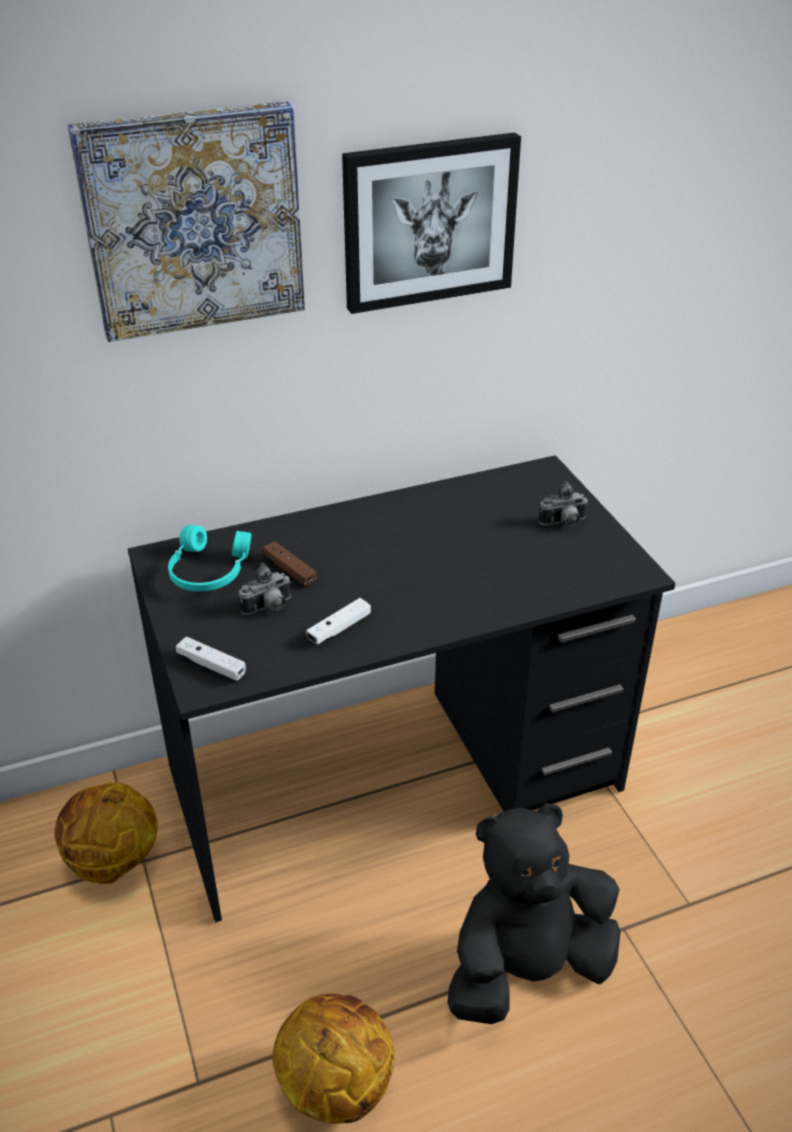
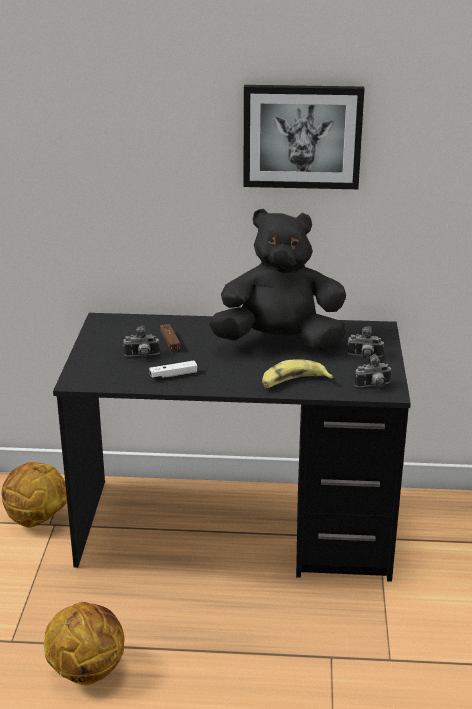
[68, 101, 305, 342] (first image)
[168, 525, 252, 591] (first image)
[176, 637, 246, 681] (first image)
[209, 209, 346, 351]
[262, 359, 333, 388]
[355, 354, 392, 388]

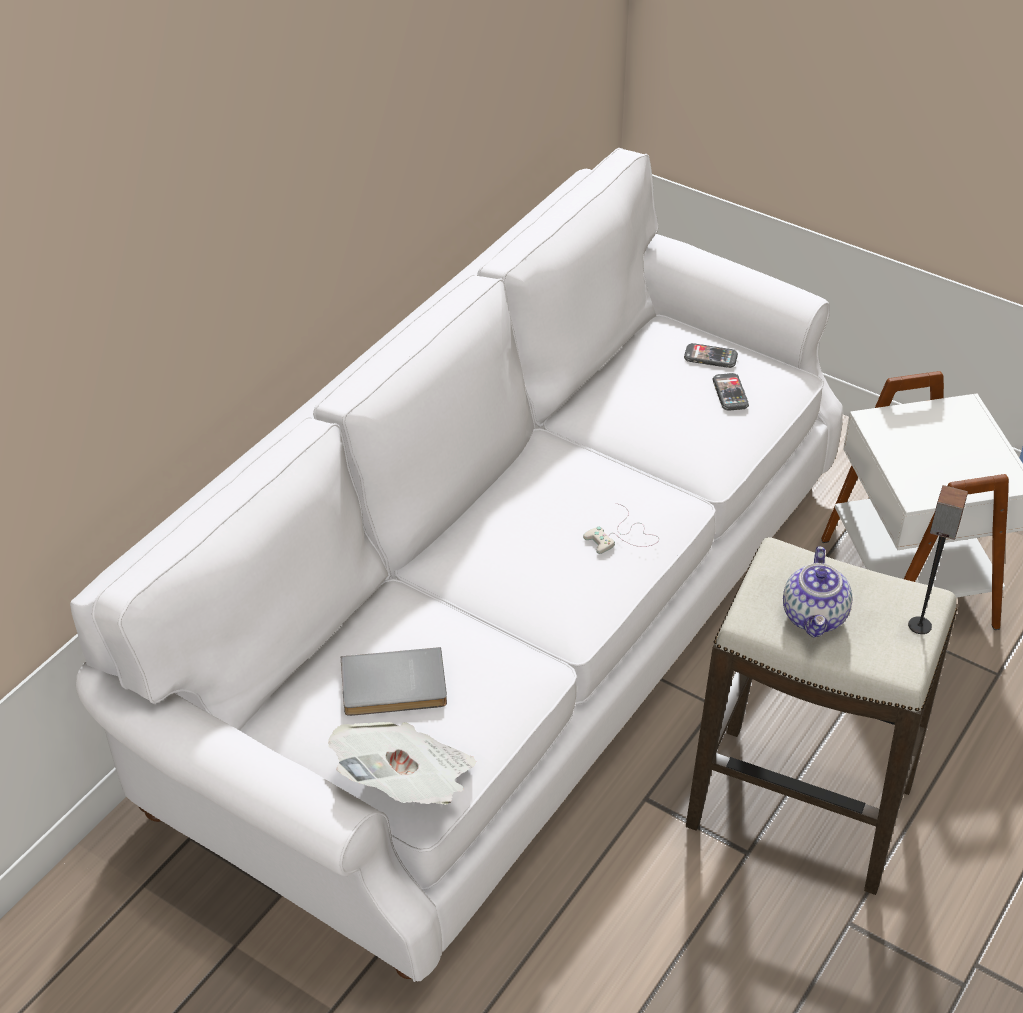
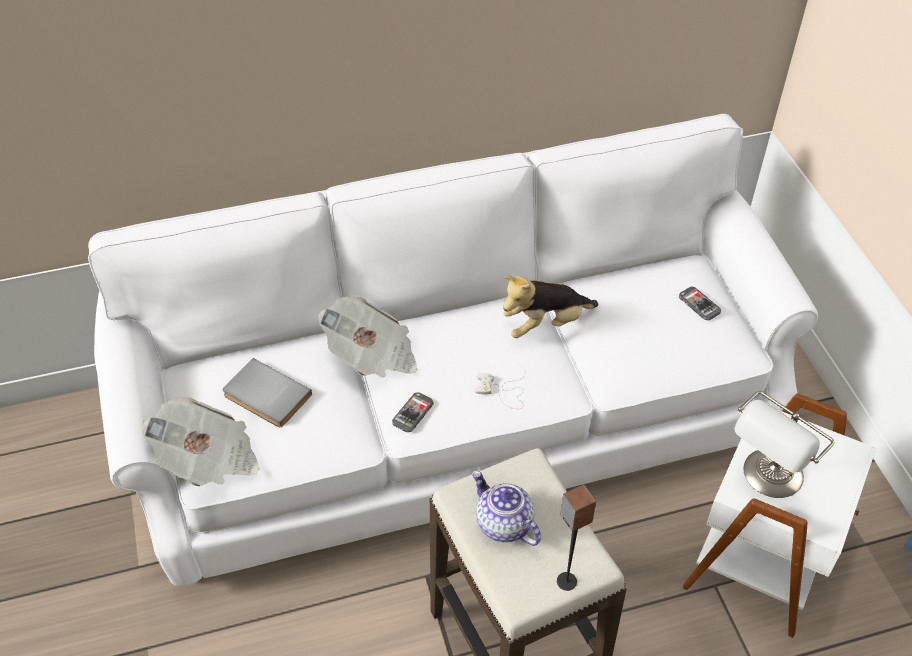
[392, 392, 434, 432]
[472, 471, 541, 546]
[318, 296, 418, 378]
[503, 275, 598, 338]
[735, 391, 834, 498]

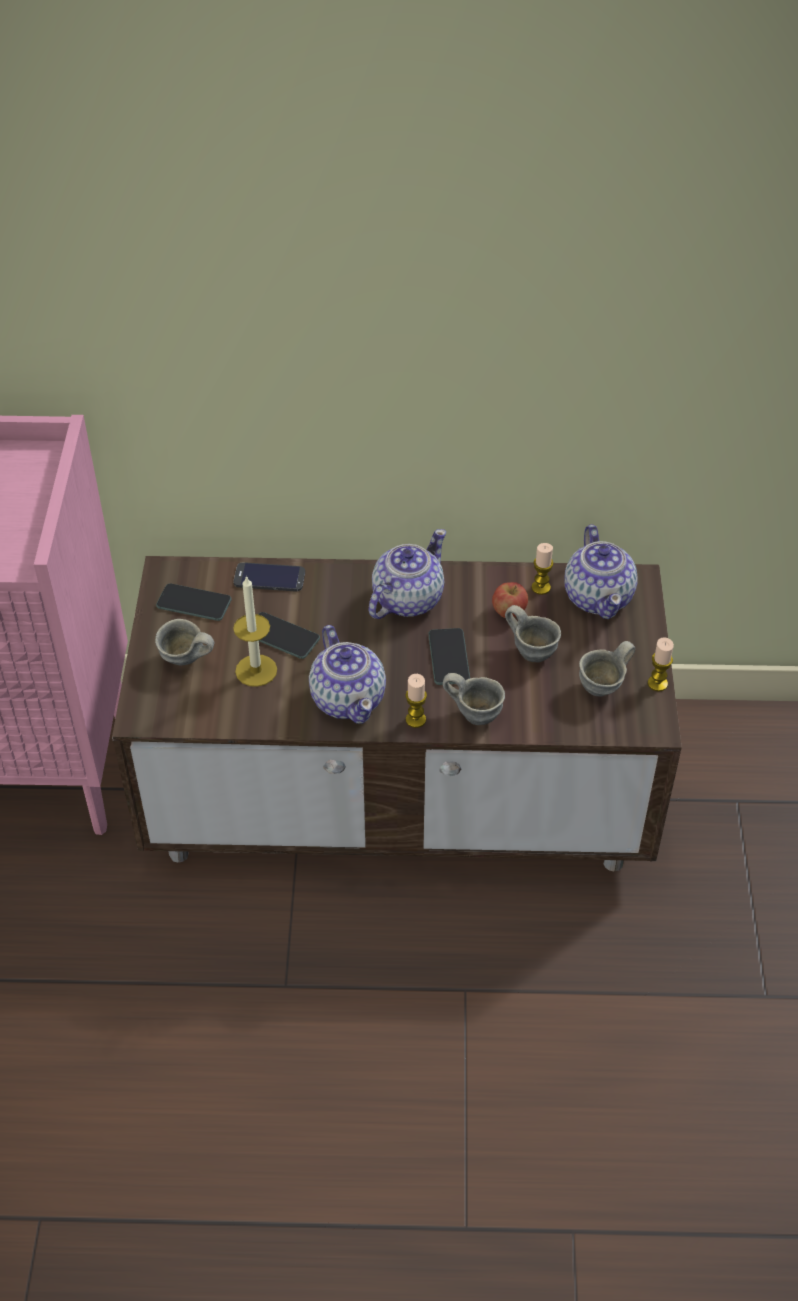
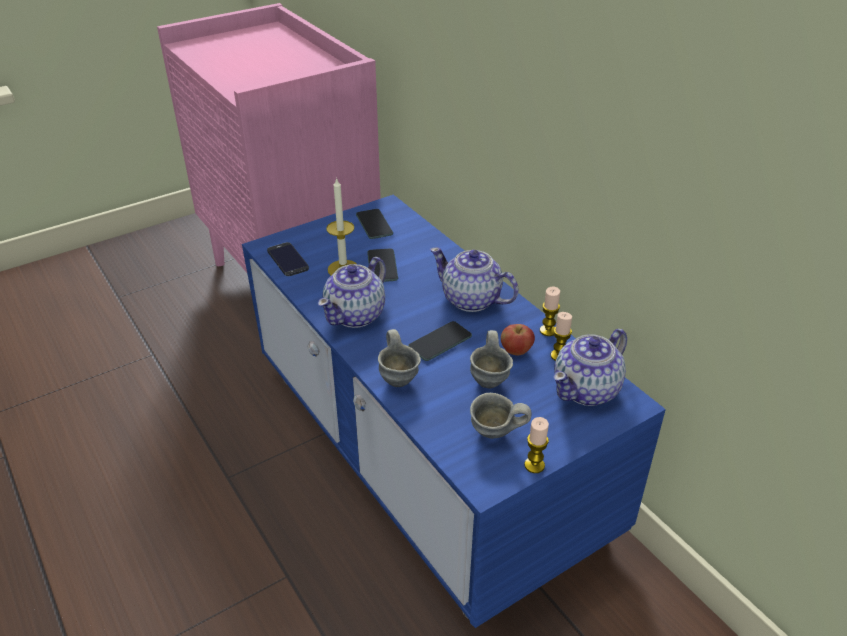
[242, 194, 666, 628]
[155, 619, 214, 665] (first image)
[267, 242, 309, 276]
[430, 247, 519, 312]
[540, 287, 560, 336]

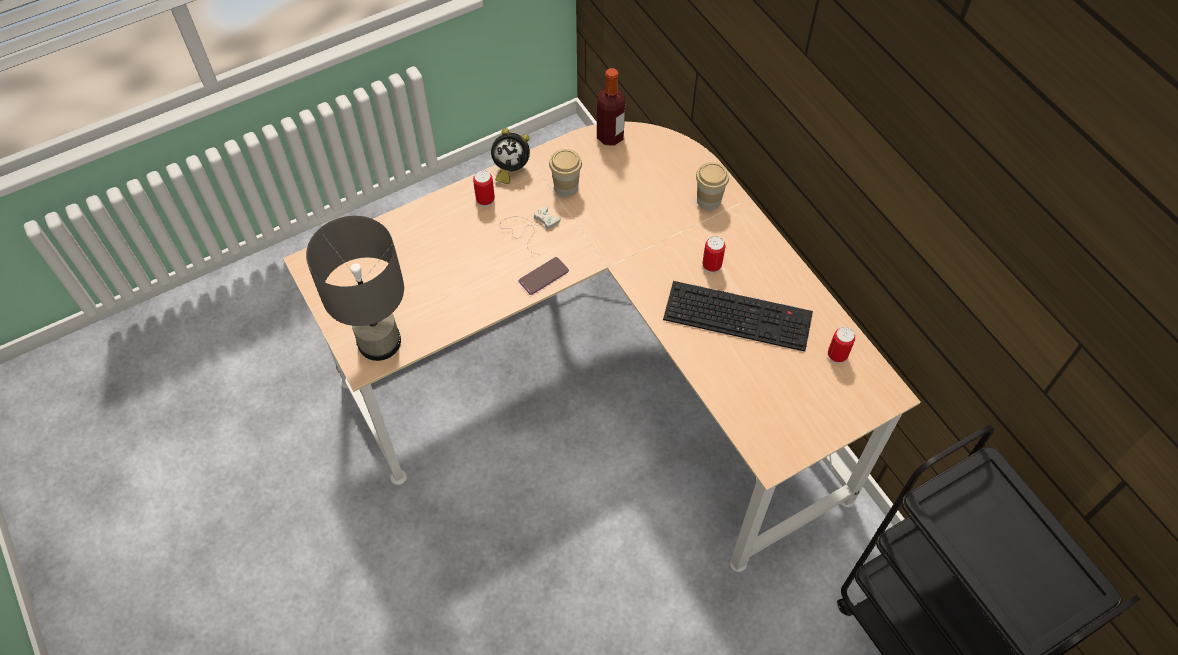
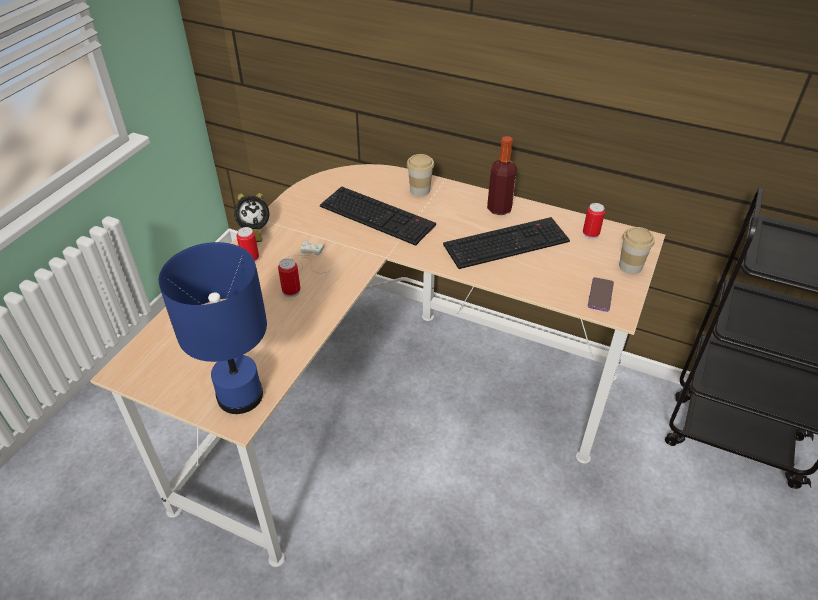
[159, 242, 267, 414]
[588, 277, 614, 312]
[619, 227, 655, 274]
[487, 136, 517, 215]
[278, 258, 301, 297]
[320, 186, 436, 246]

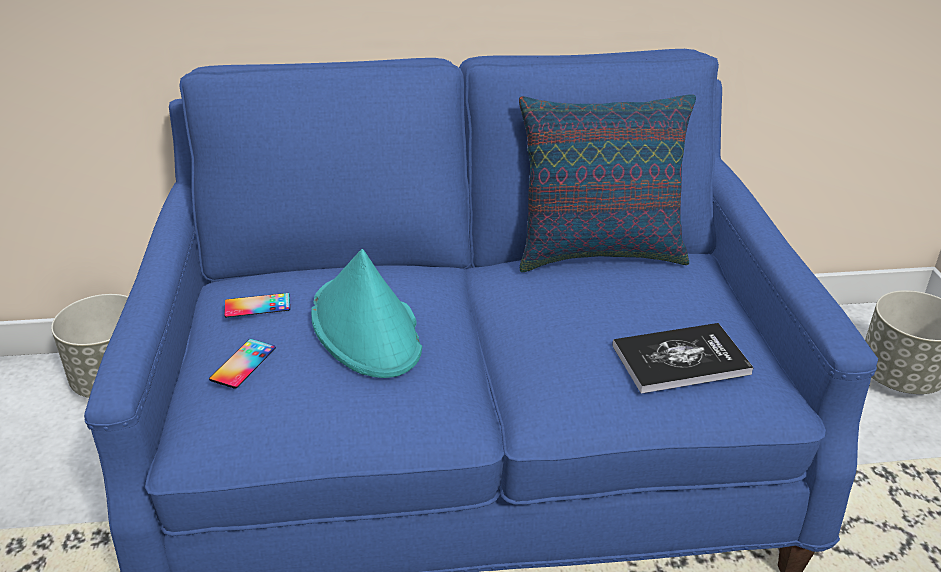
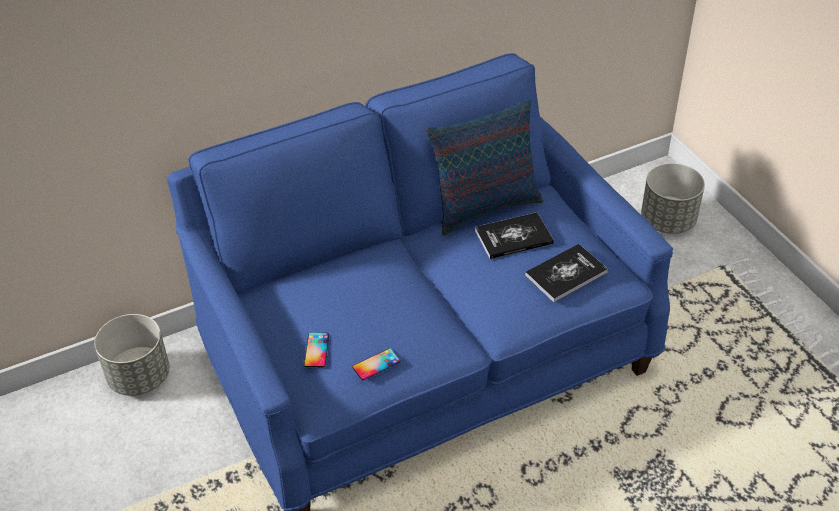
[352, 348, 401, 380]
[311, 249, 422, 378] (first image)
[475, 212, 554, 259]

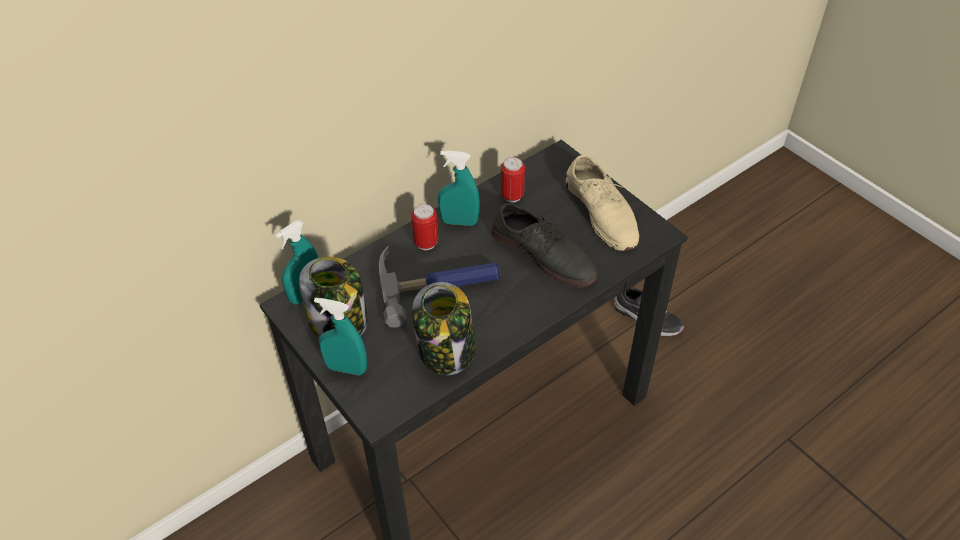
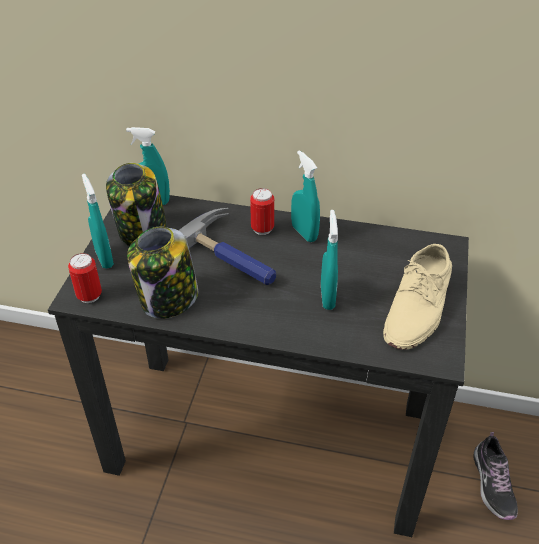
[321, 210, 338, 310]
[68, 253, 102, 303]

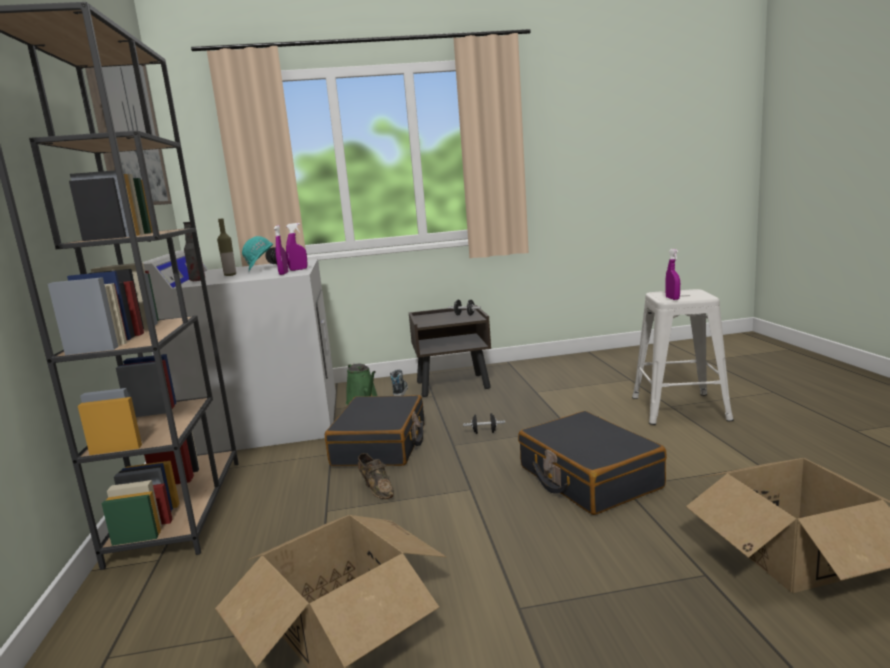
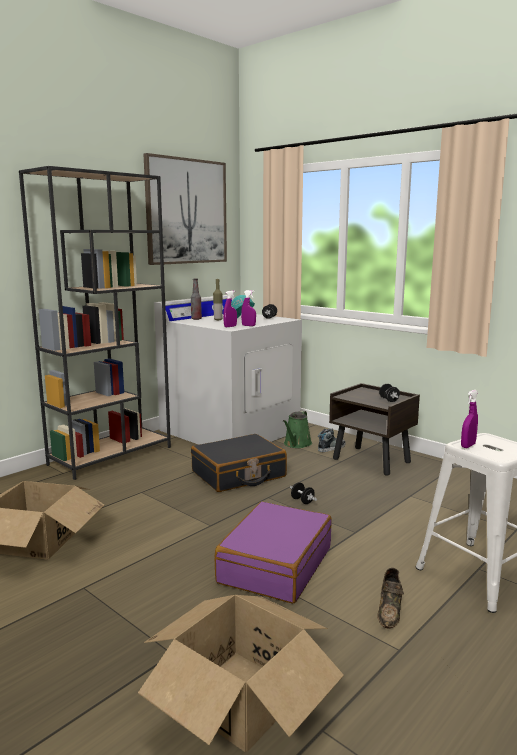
[378, 568, 404, 628]
[215, 501, 332, 604]

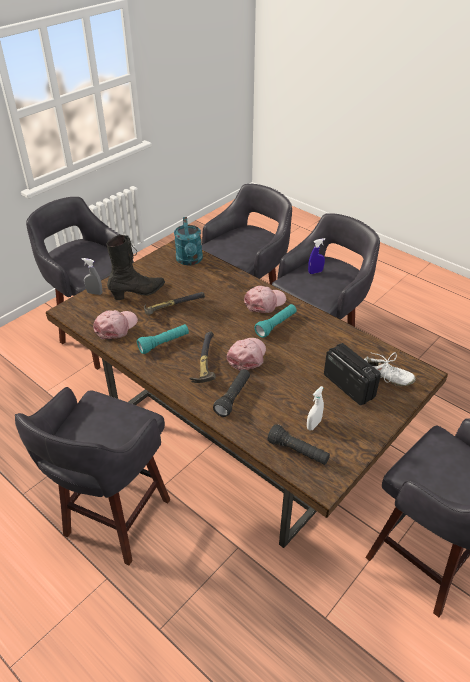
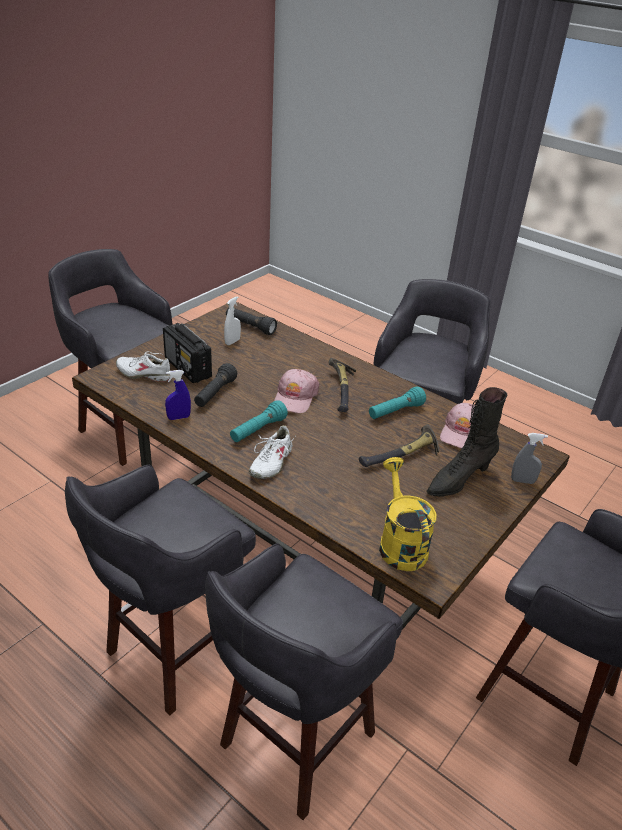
[379, 457, 437, 571]
[194, 363, 237, 407]
[249, 425, 295, 479]
[165, 370, 191, 420]

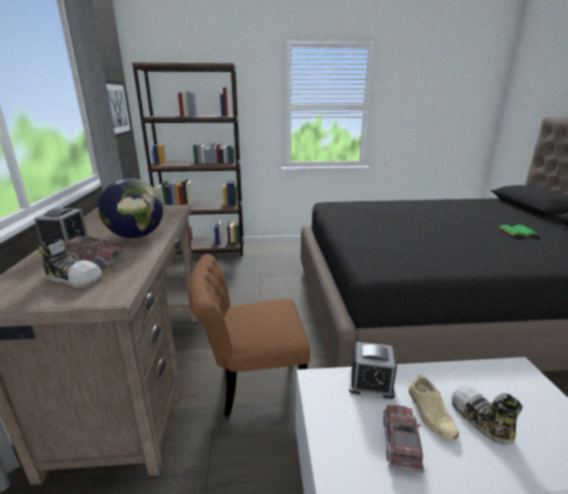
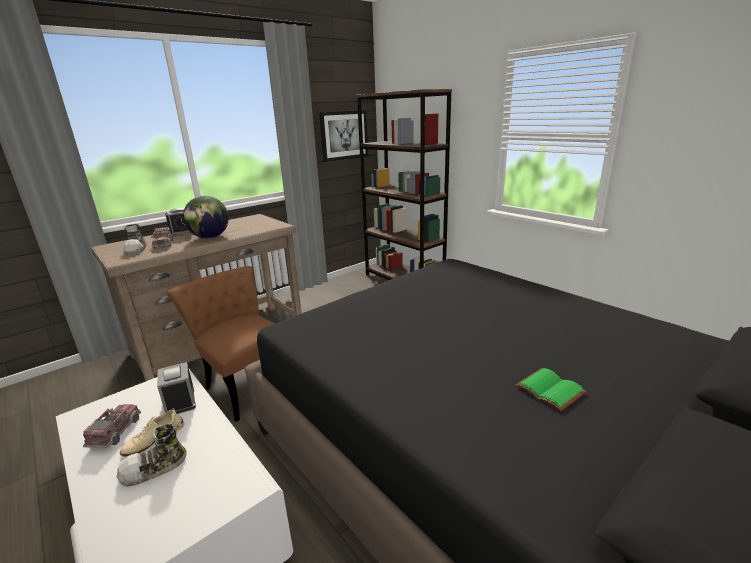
[83, 404, 141, 448]
[117, 424, 187, 487]

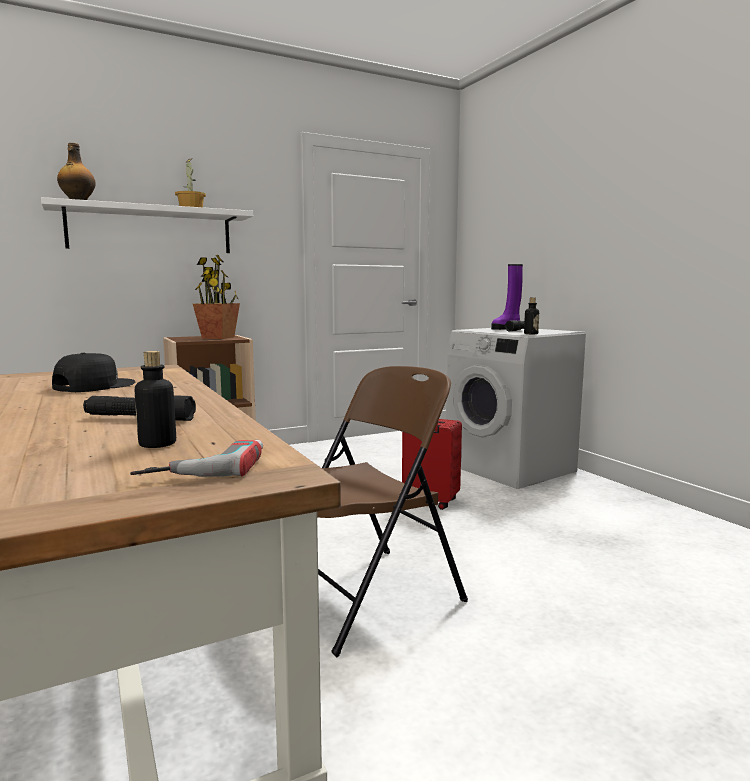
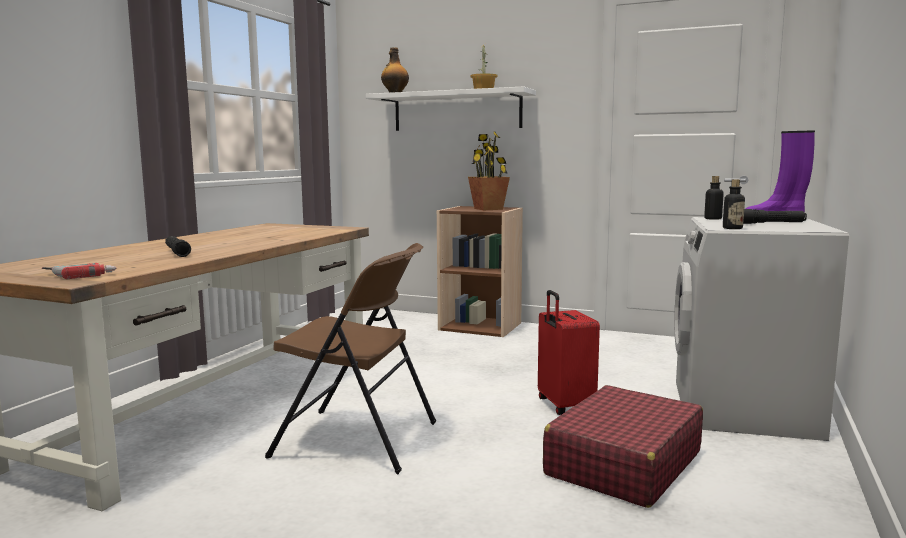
[52, 353, 136, 392] (first image)
[704, 176, 724, 220]
[543, 385, 703, 508]

